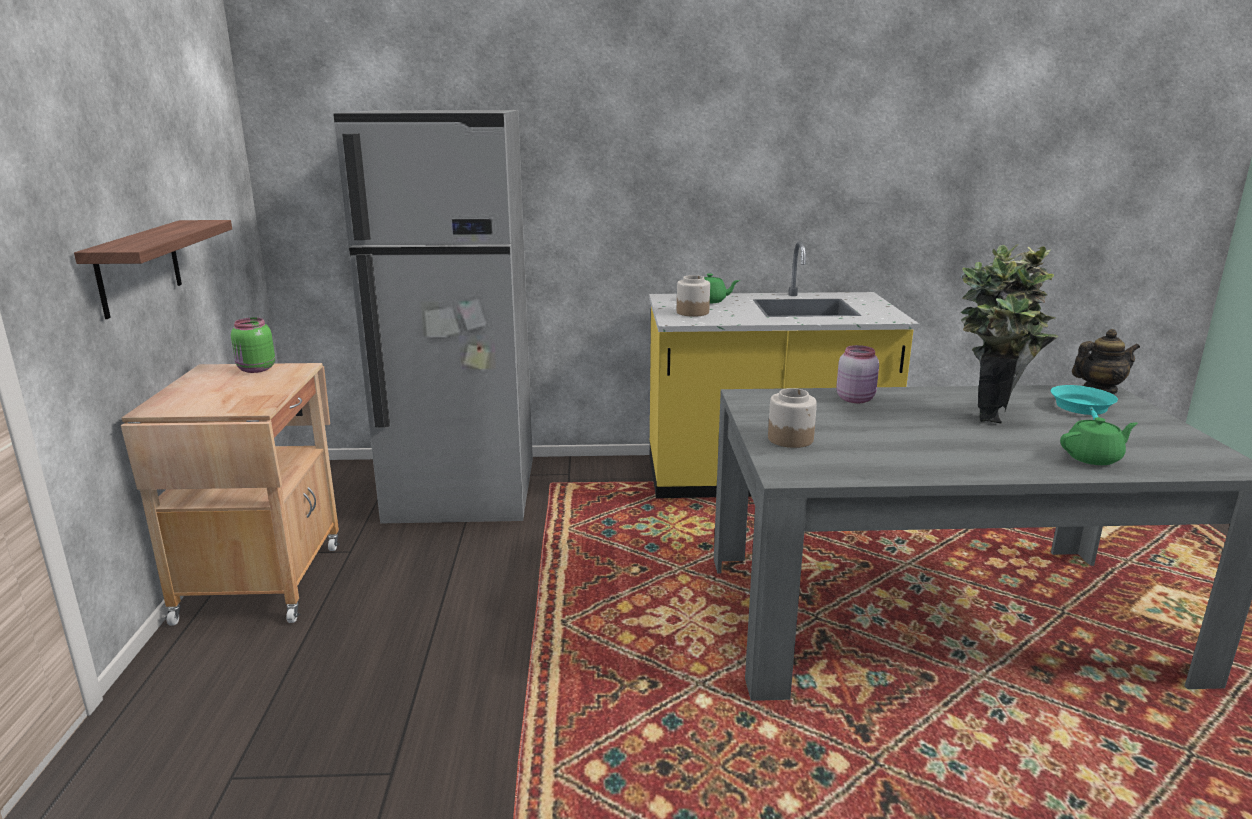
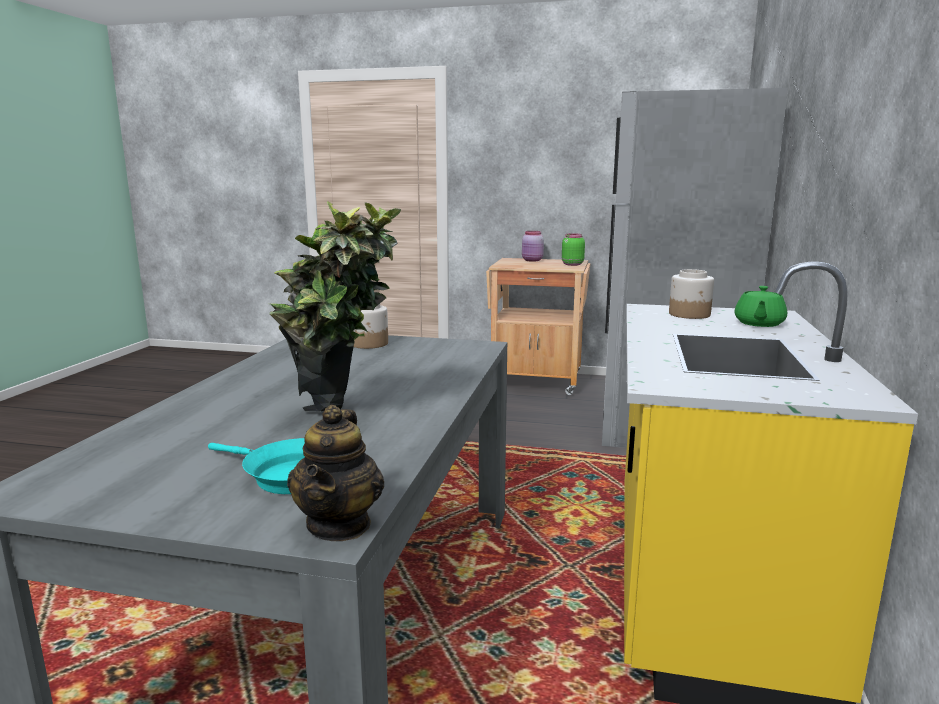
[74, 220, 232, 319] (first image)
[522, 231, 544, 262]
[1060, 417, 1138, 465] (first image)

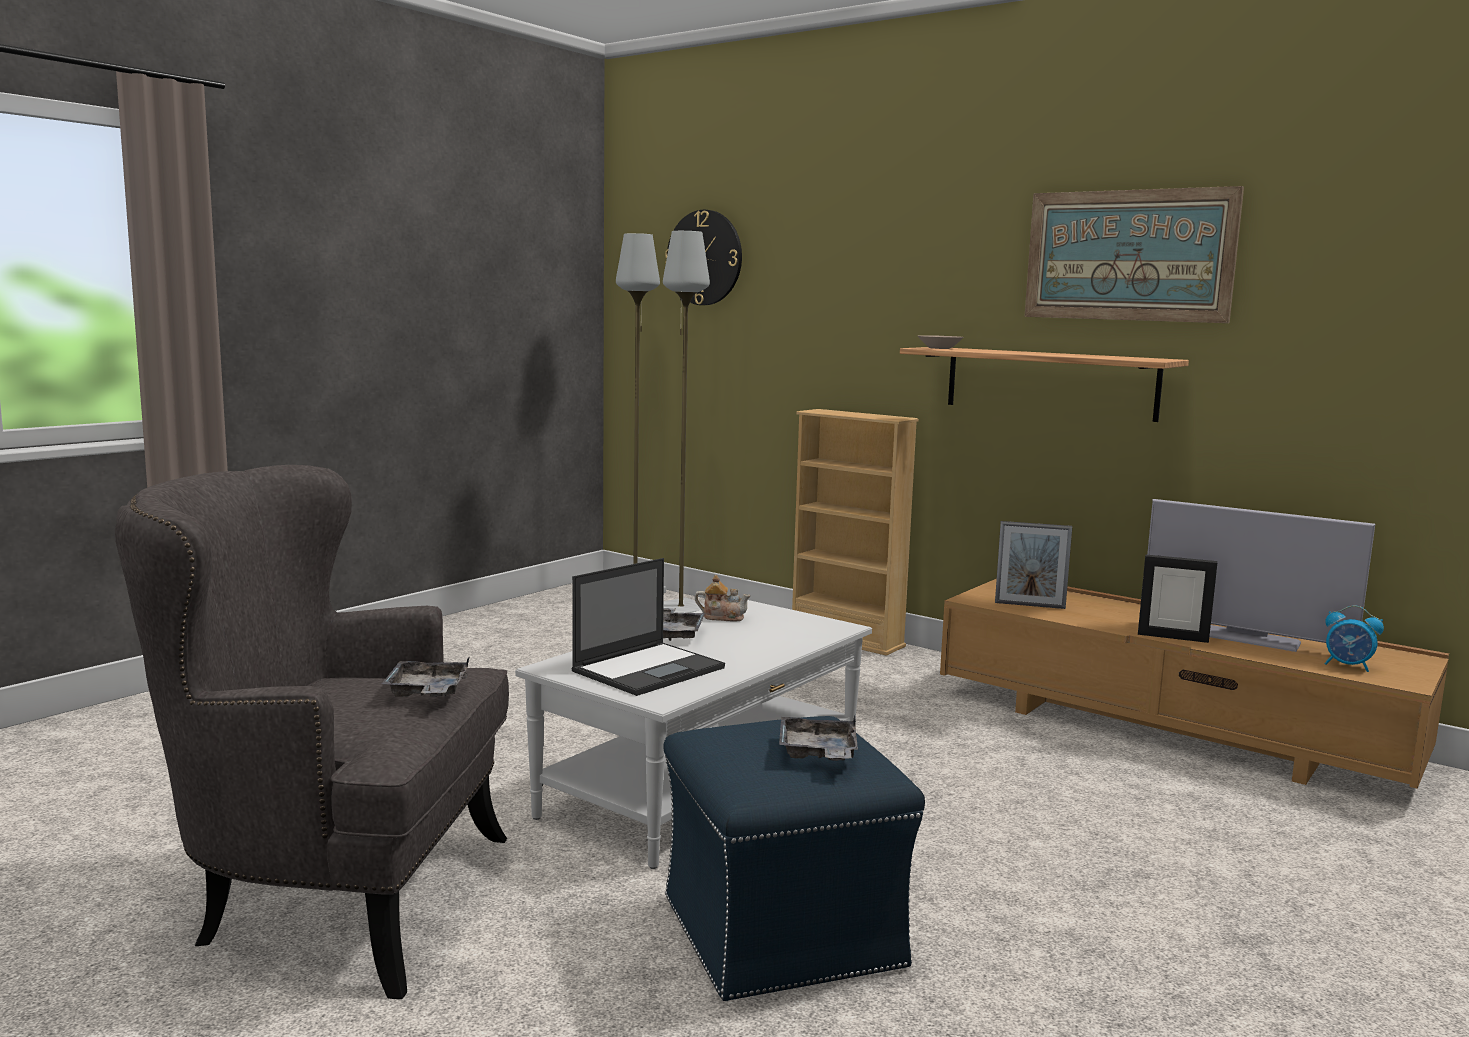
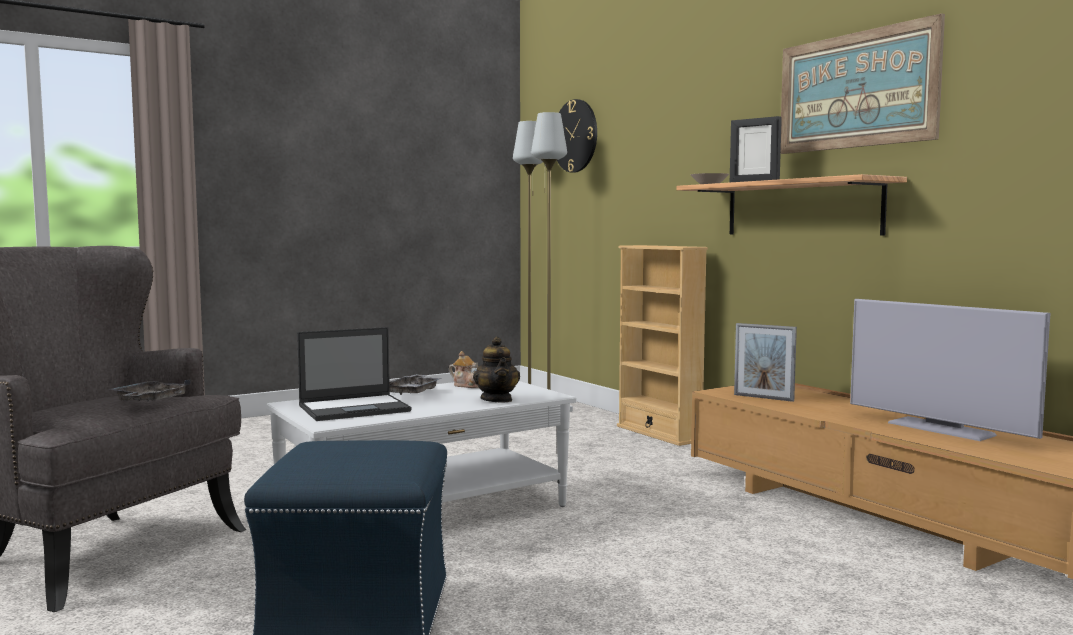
[779, 716, 858, 761] (first image)
[730, 116, 782, 182]
[1325, 605, 1384, 672] (first image)
[473, 337, 520, 402]

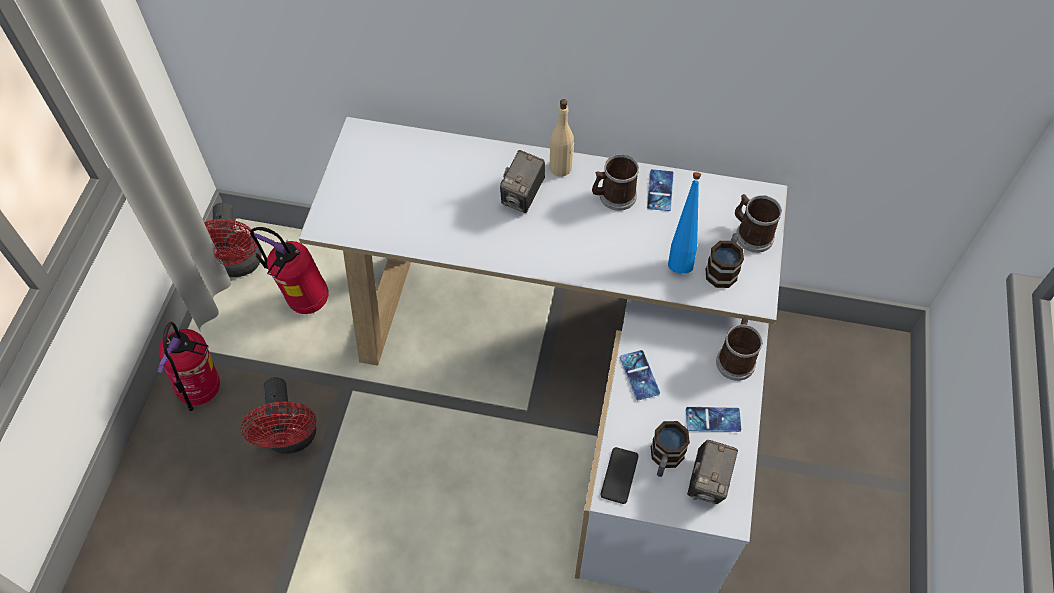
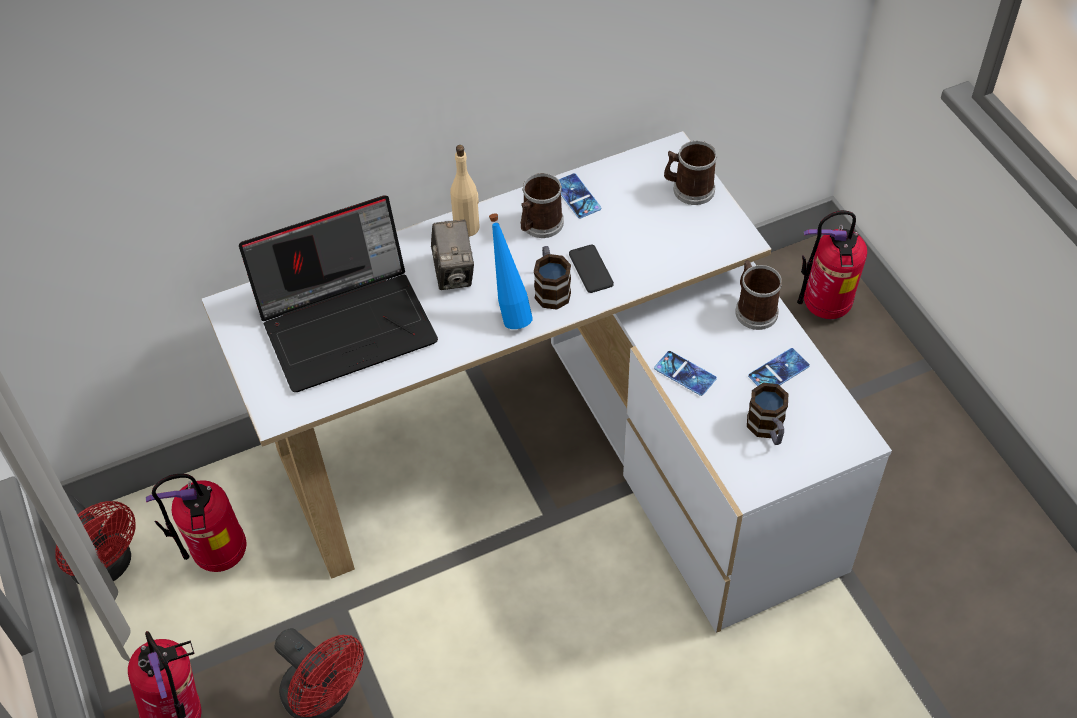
[569, 245, 614, 293]
[489, 213, 533, 329]
[687, 440, 738, 504] (first image)
[534, 246, 571, 310]
[239, 195, 438, 392]
[797, 210, 867, 319]

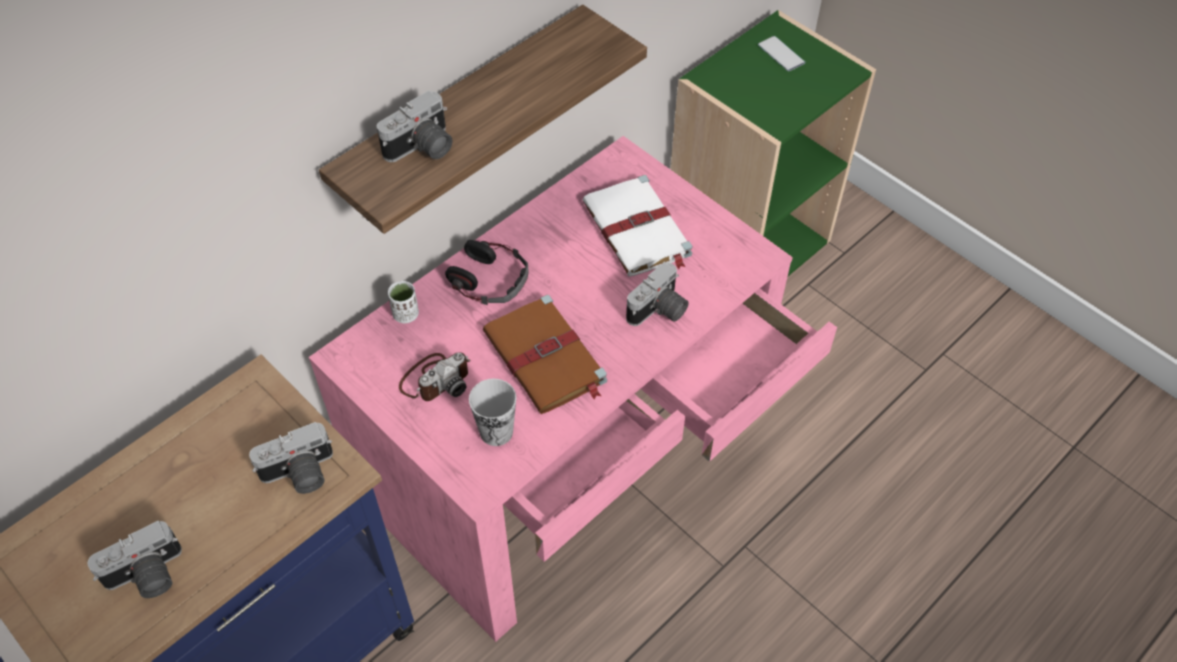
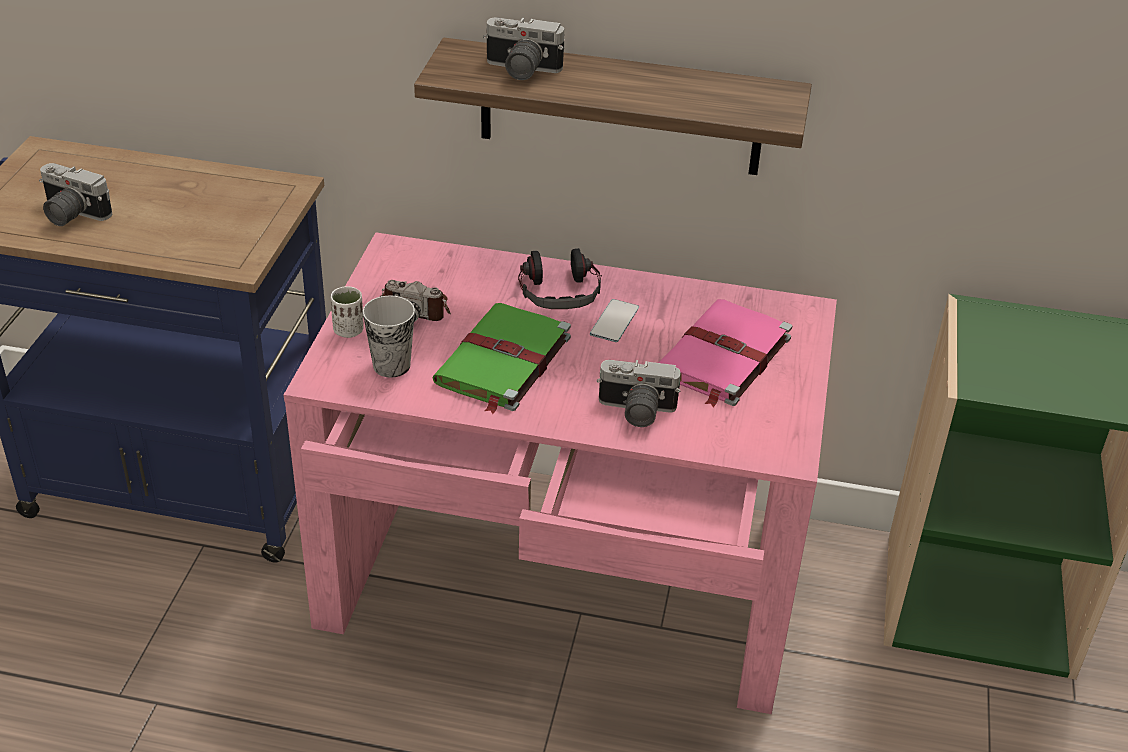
[249, 422, 333, 494] (first image)
[331, 286, 364, 338]
[433, 303, 571, 414]
[659, 299, 792, 407]
[590, 299, 639, 342]

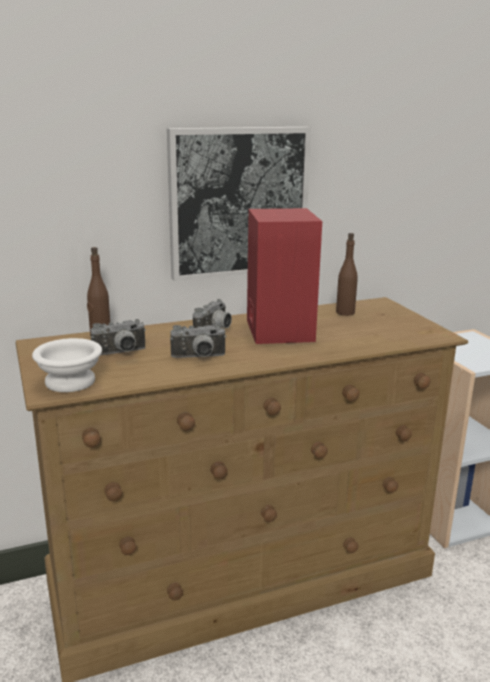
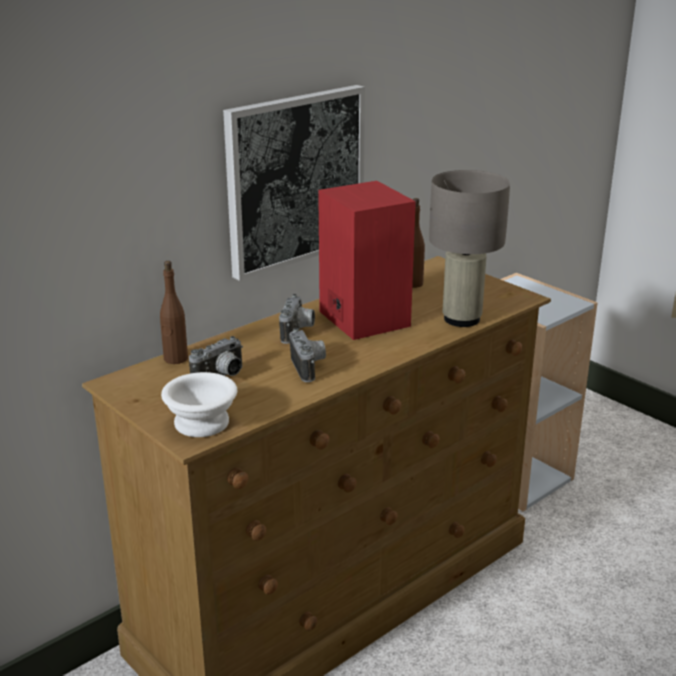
[289, 328, 326, 382]
[429, 170, 510, 327]

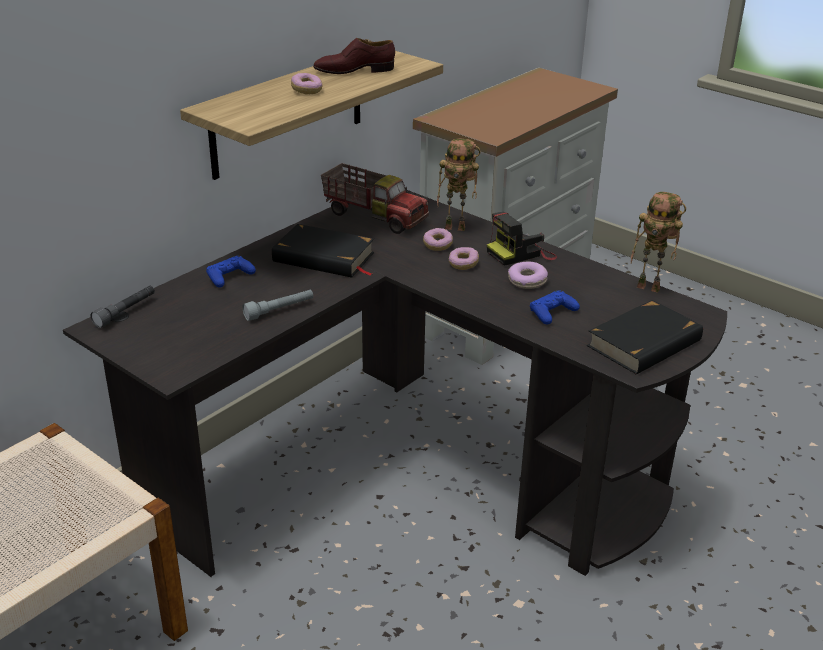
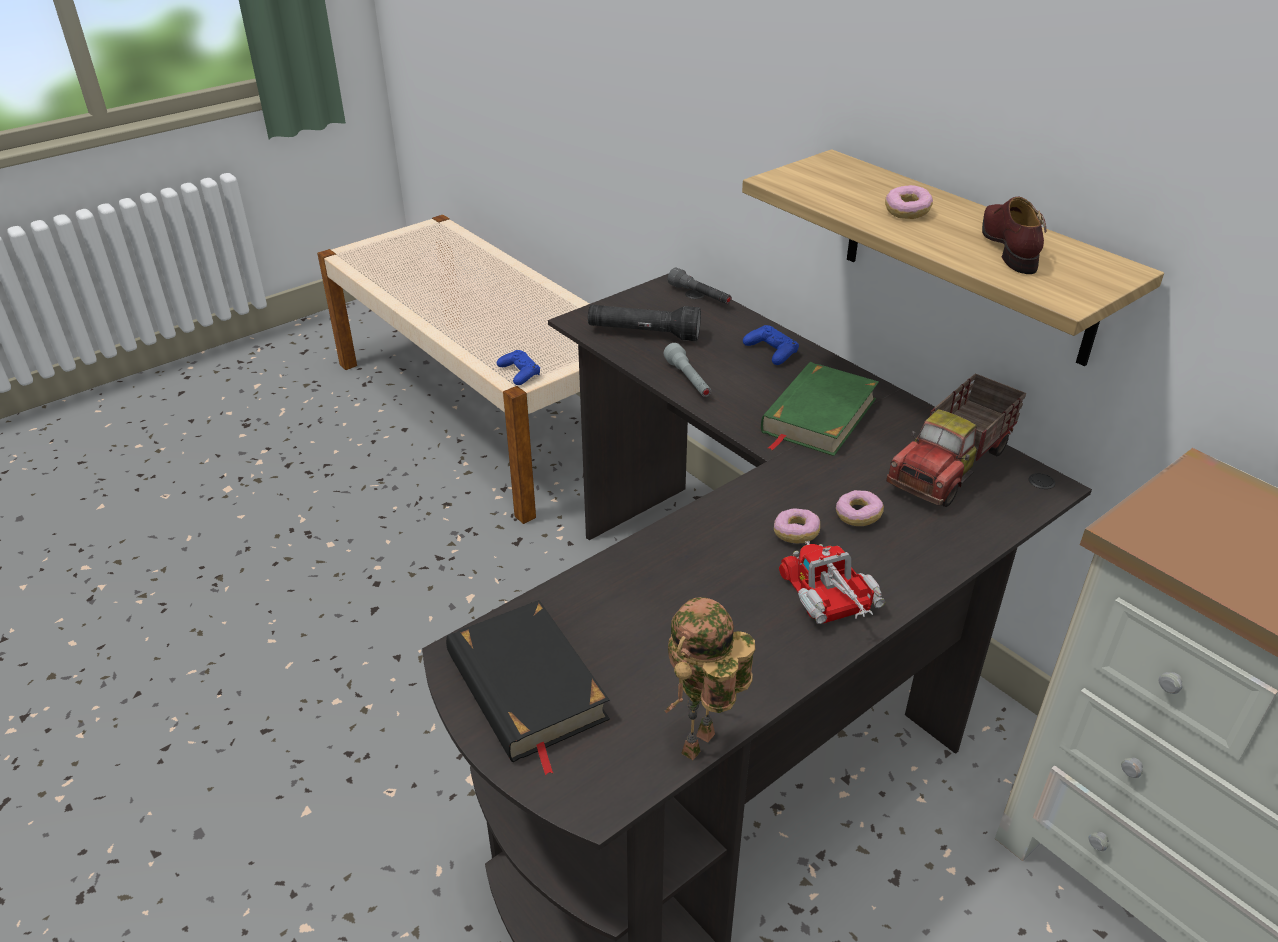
[761, 362, 879, 456]
[437, 138, 480, 231] (first image)
[779, 541, 885, 624]
[508, 262, 548, 289] (first image)
[497, 350, 540, 385]
[588, 305, 701, 341]

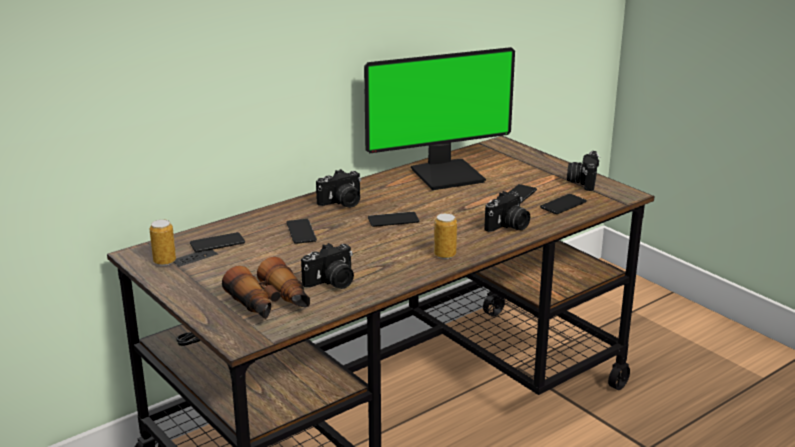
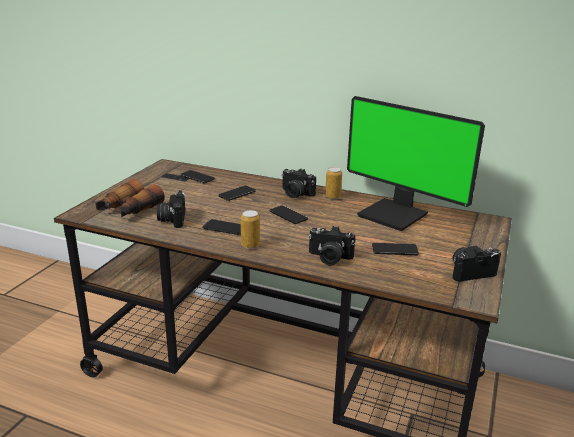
[325, 167, 342, 199]
[157, 190, 186, 228]
[202, 219, 241, 235]

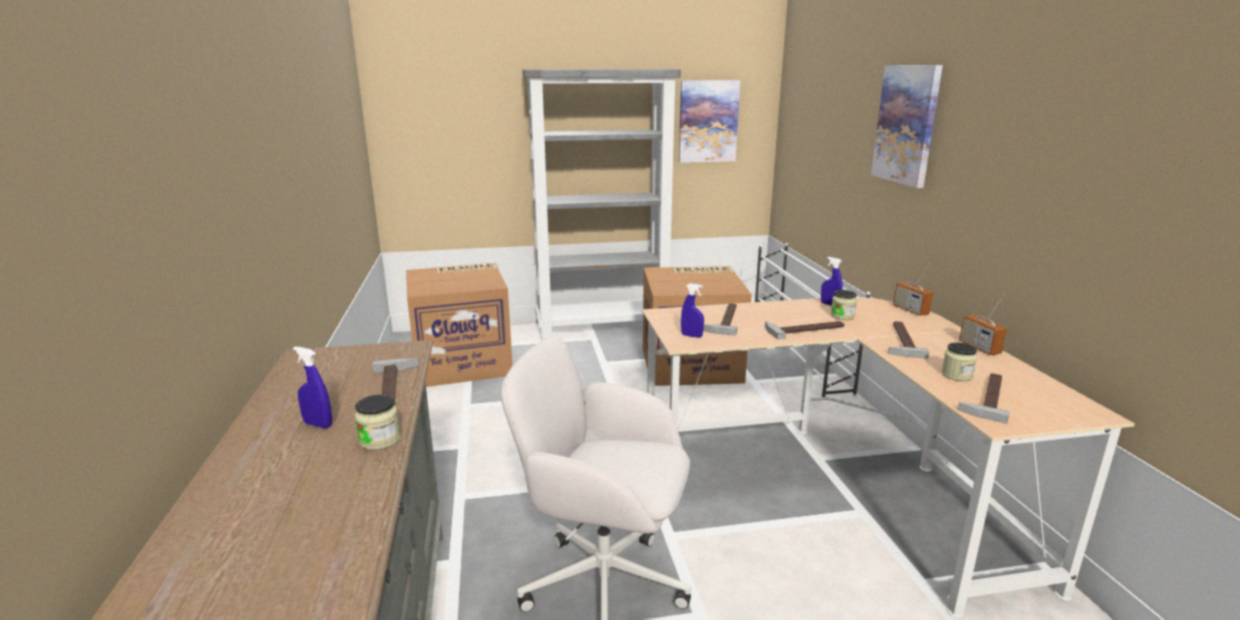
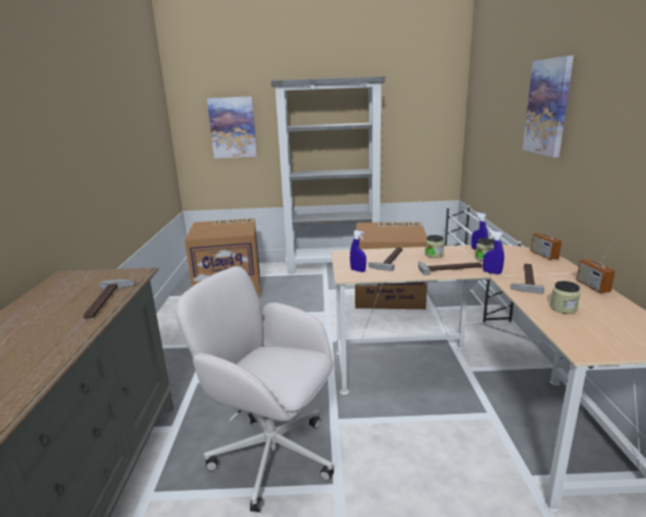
[483, 230, 504, 275]
[425, 235, 444, 258]
[207, 96, 257, 158]
[958, 373, 1009, 424] (first image)

